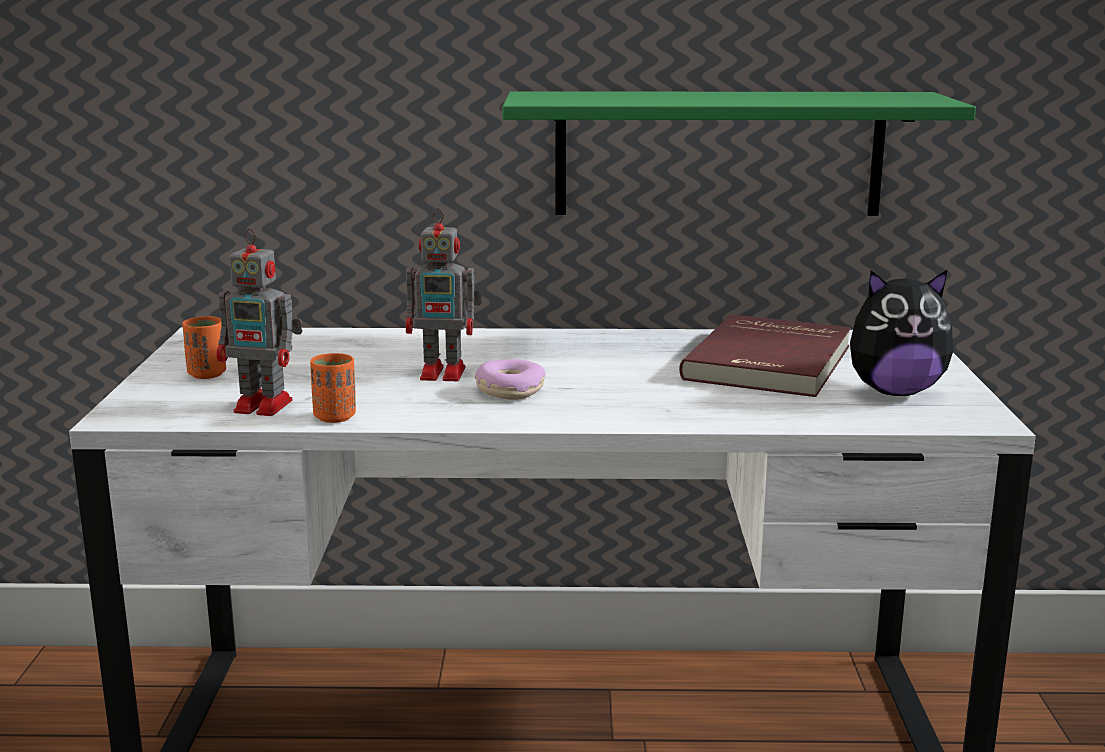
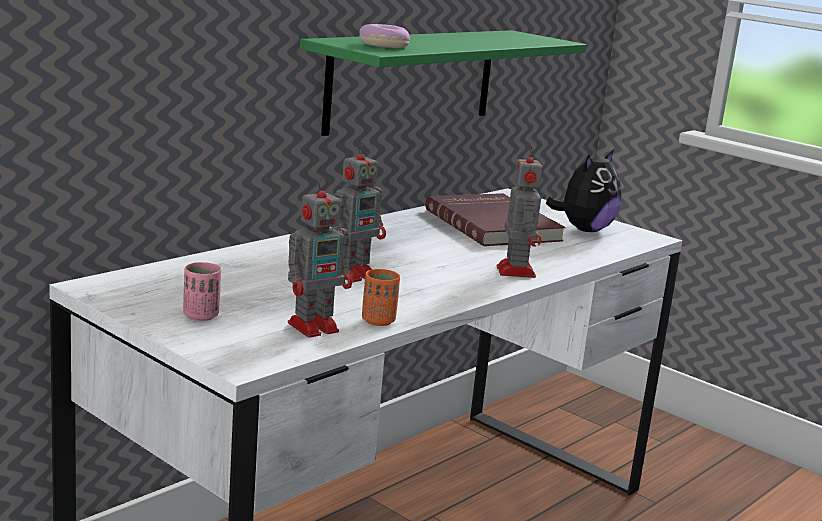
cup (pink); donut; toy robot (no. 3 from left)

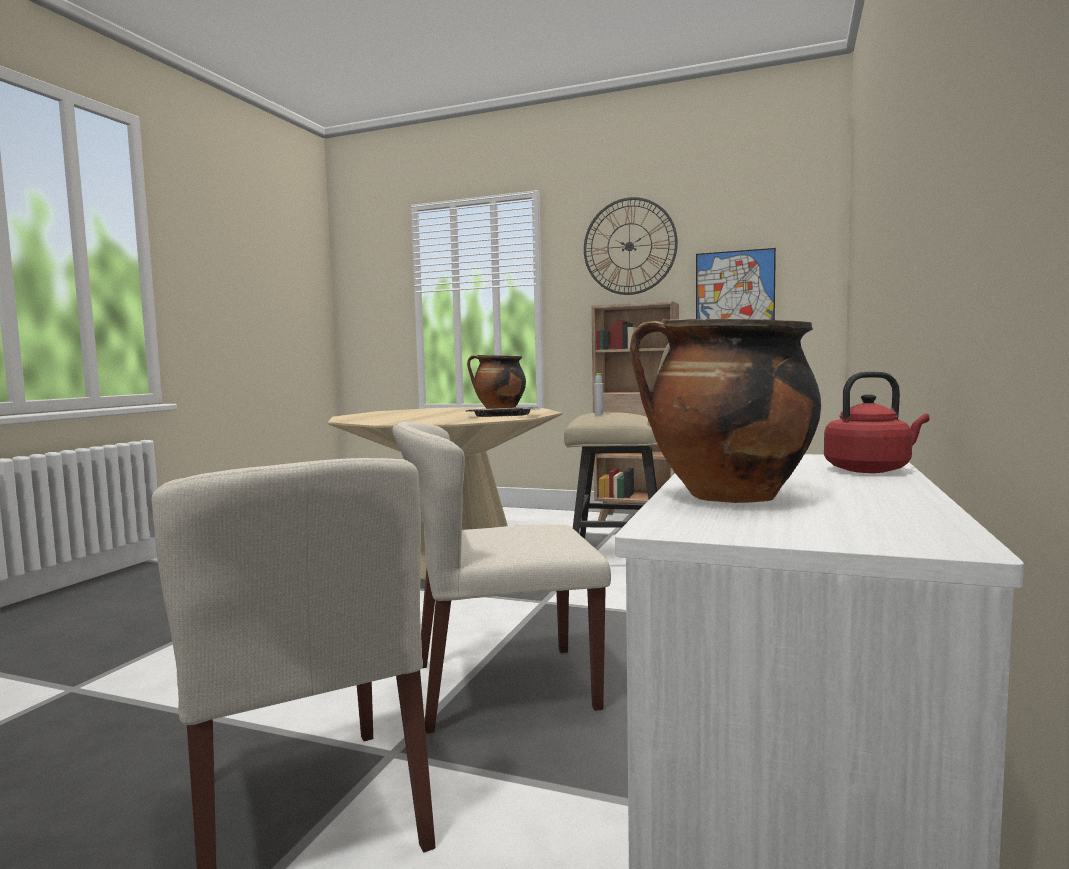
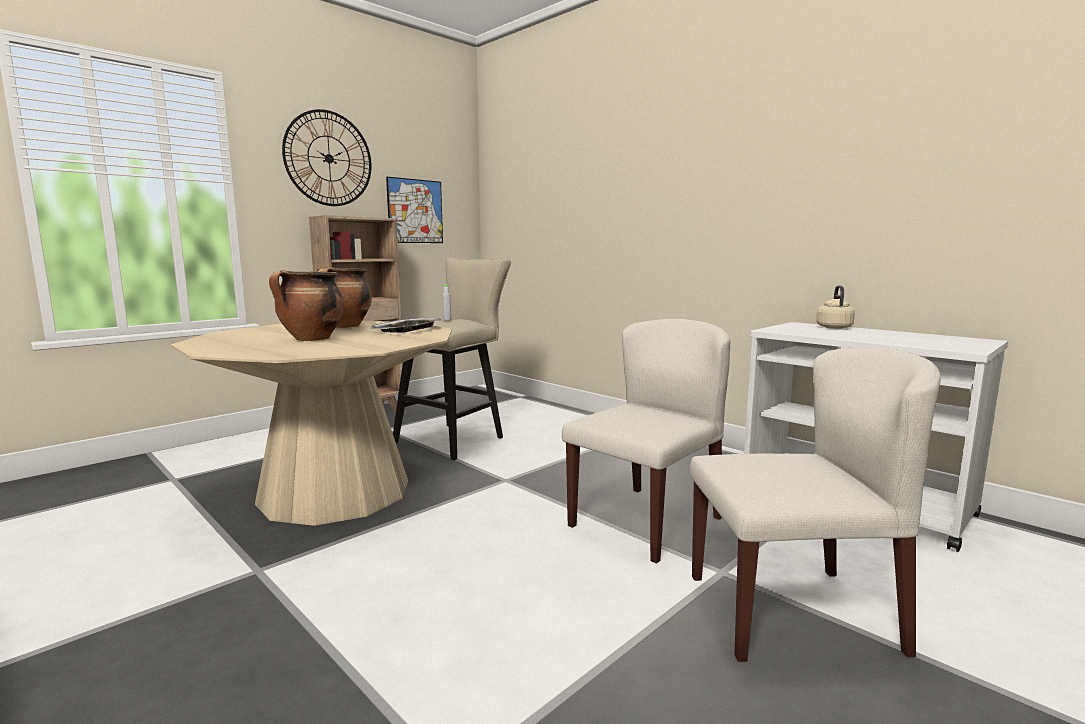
chair (beige) (no. 1 from left); cooking pot (no. 1 from left); kettle (beige)

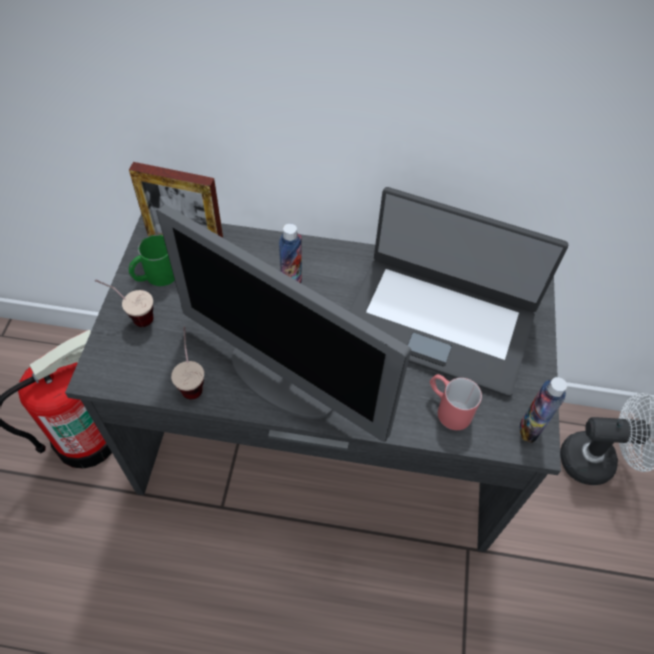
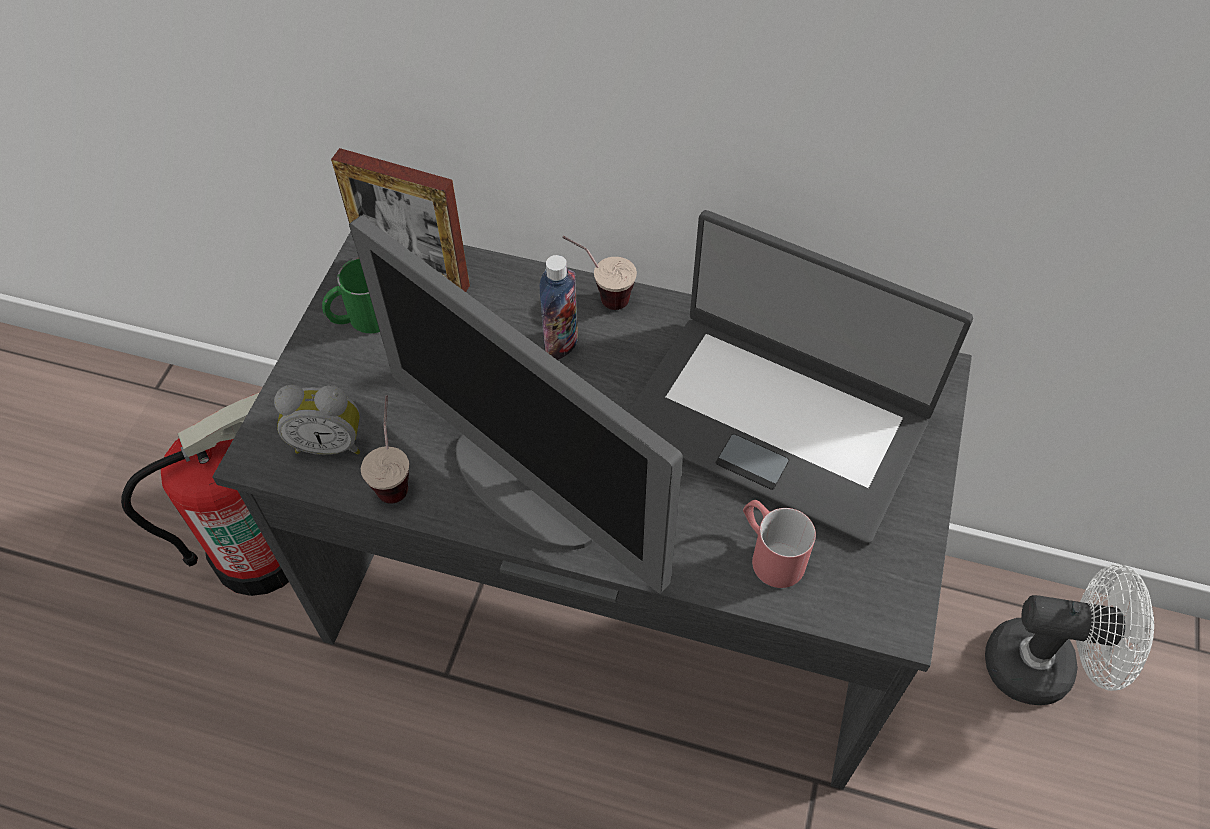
cup (no. 2 from left); bottle (no. 2 from left in the first image); alarm clock

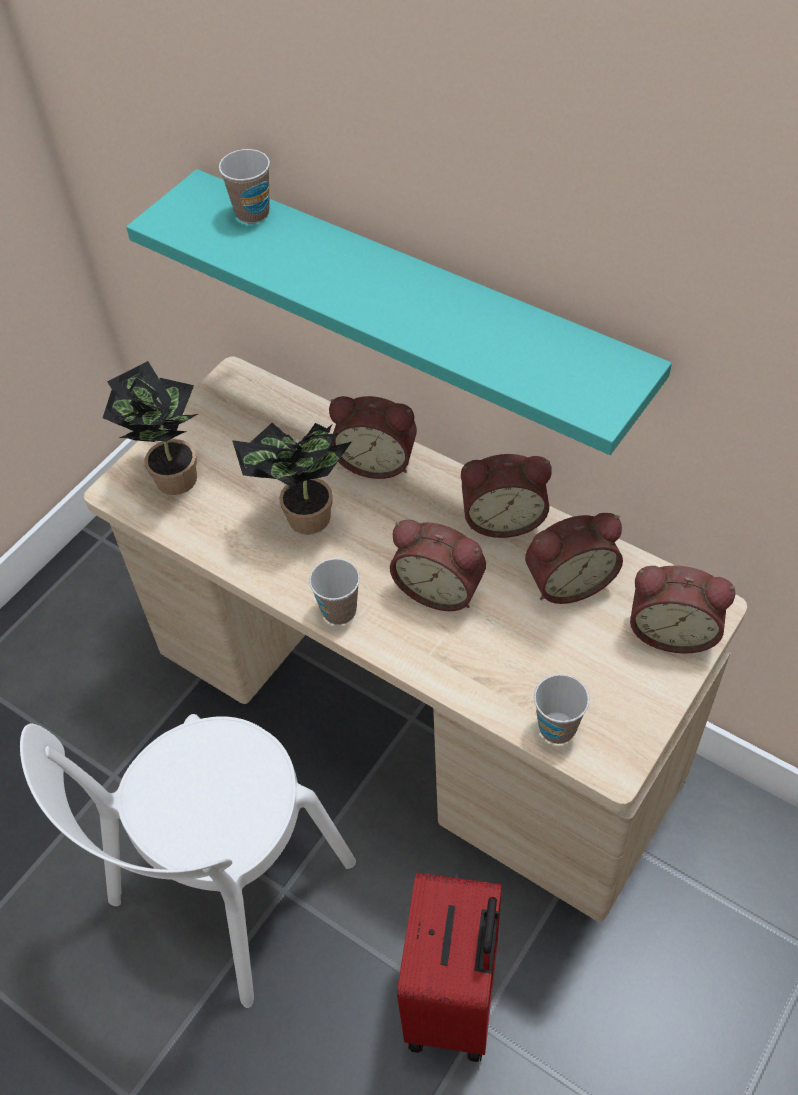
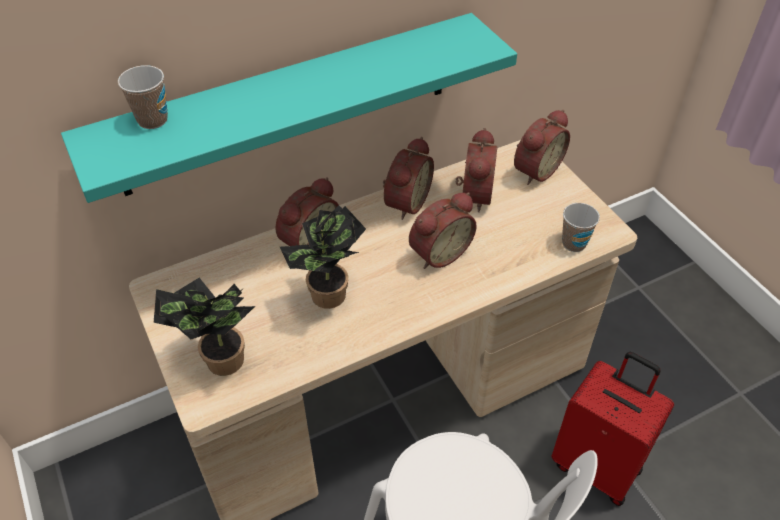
cup (no. 2 from left in the first image)

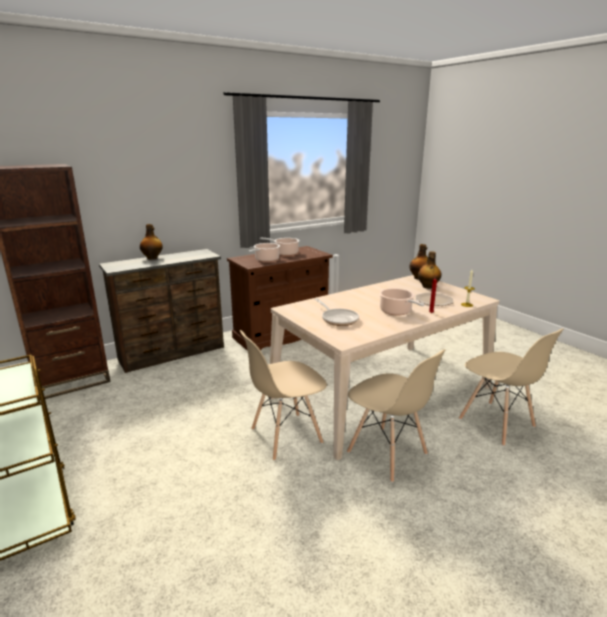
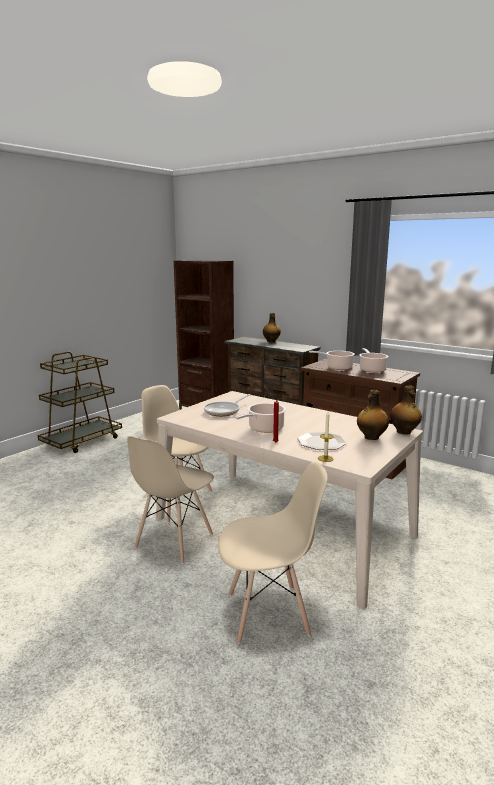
chair (beige) (no. 3 from left)

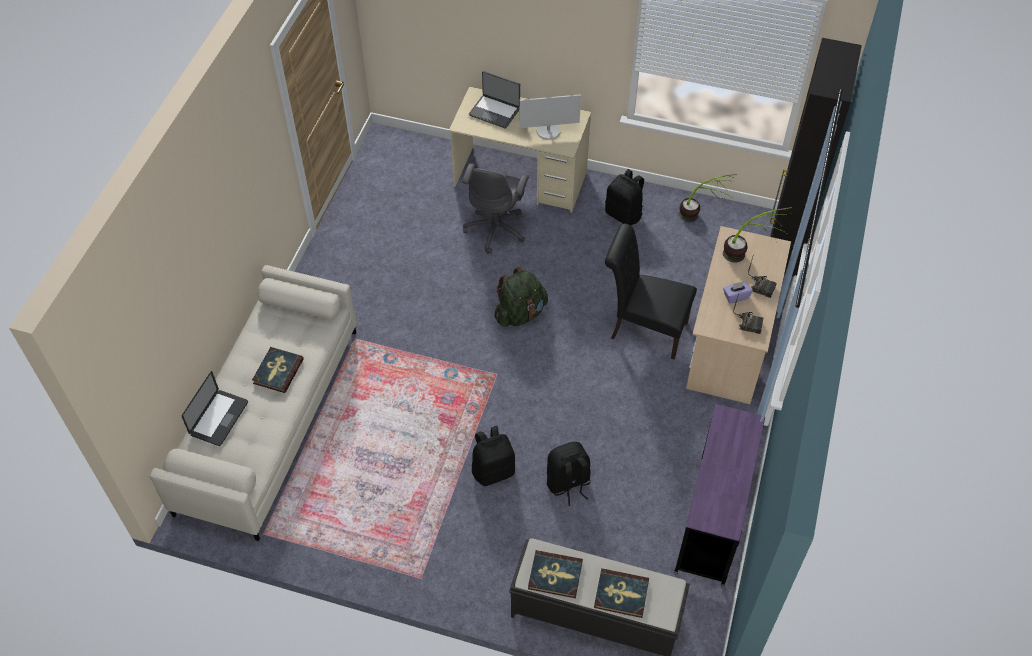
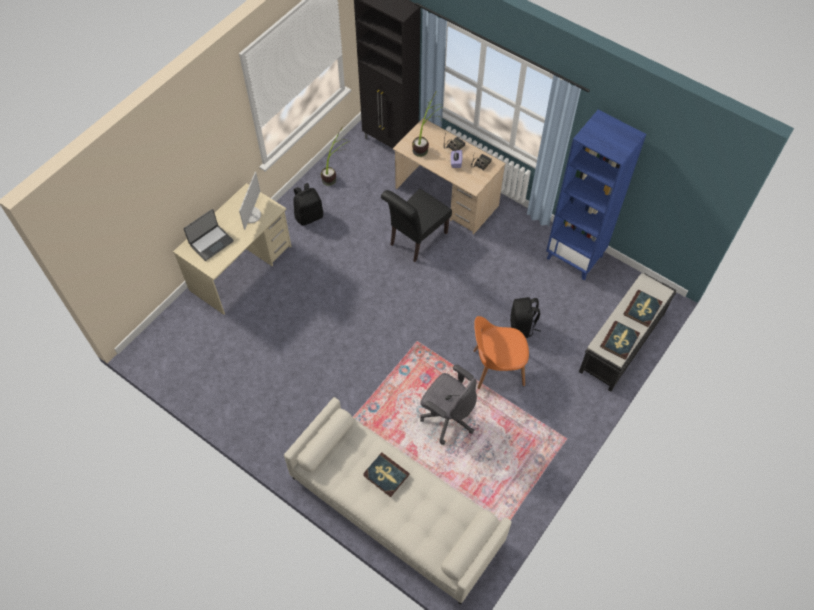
laptop (no. 1 from left in the first image); office chair (grey); chair (orange); backpack (green); bookcase (blue)

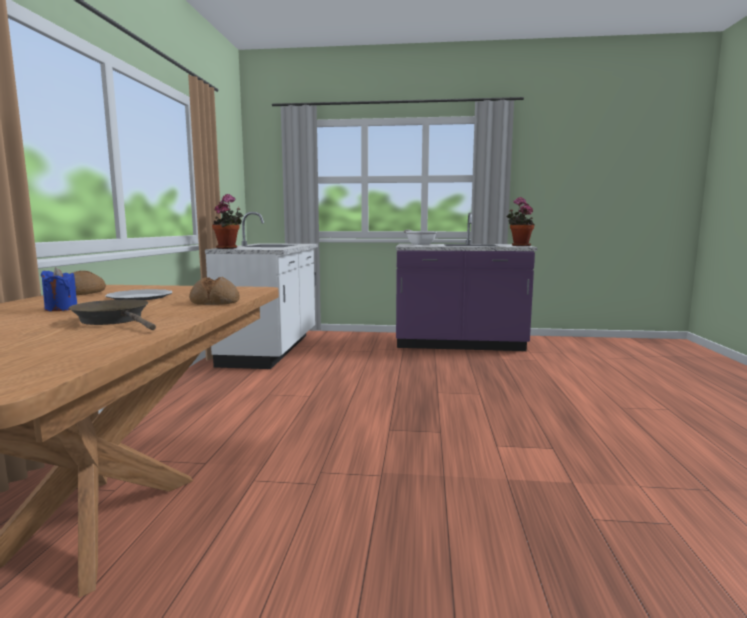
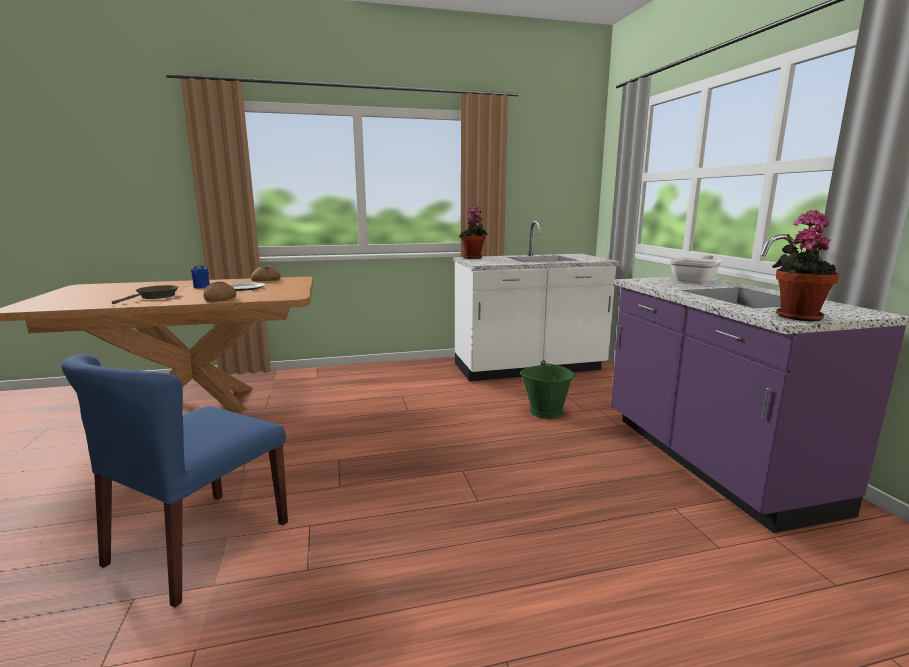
chair (blue); bucket (green)

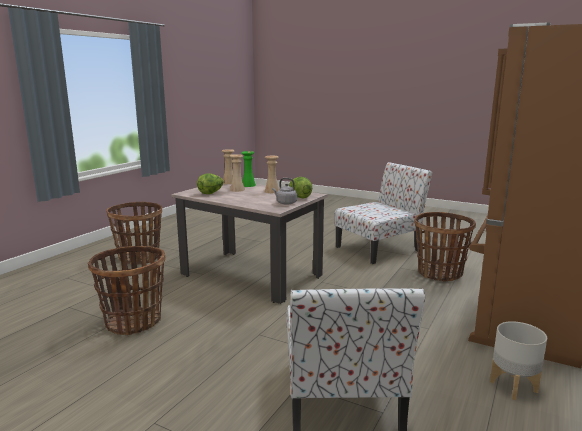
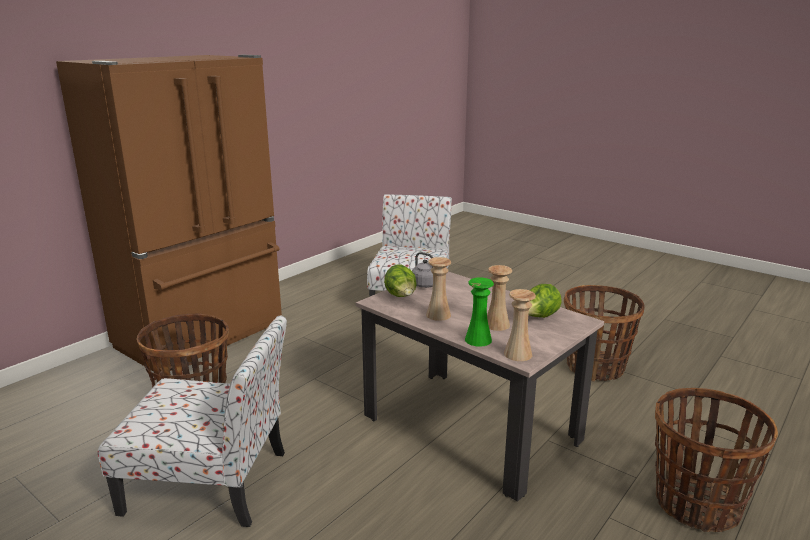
chair (no. 1 from left); planter (grey)

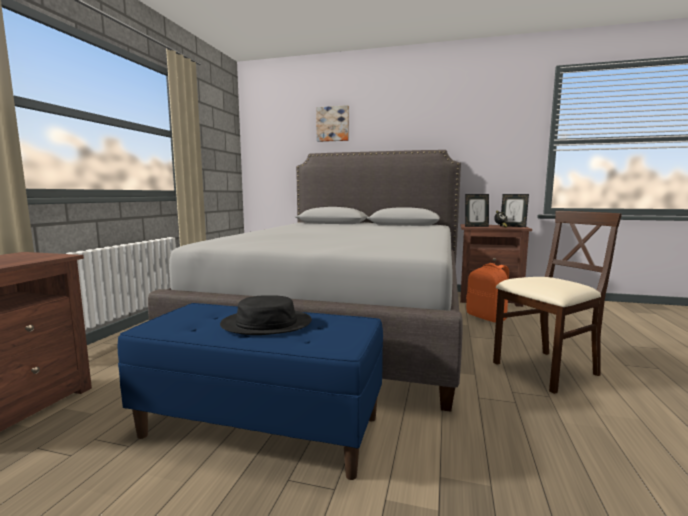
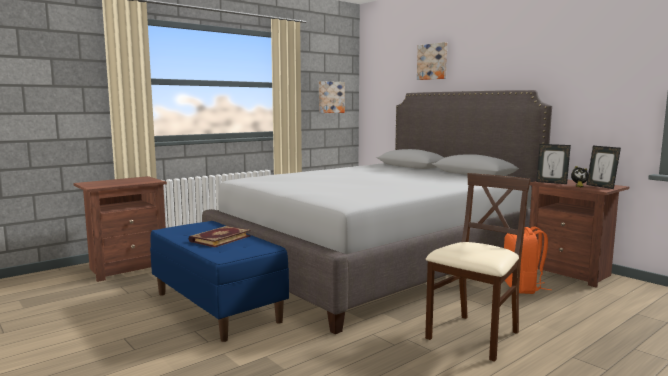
book; chair (beige); picture (no. 1 from left)

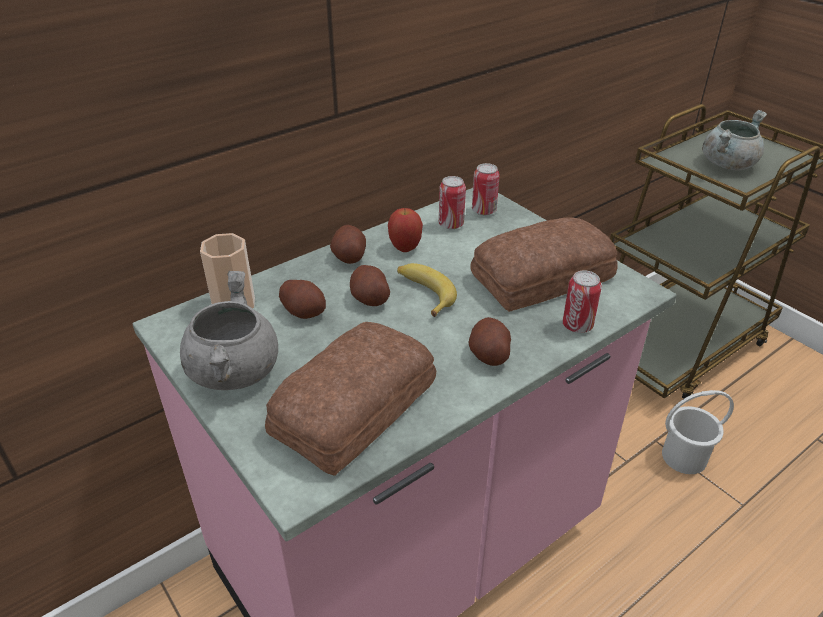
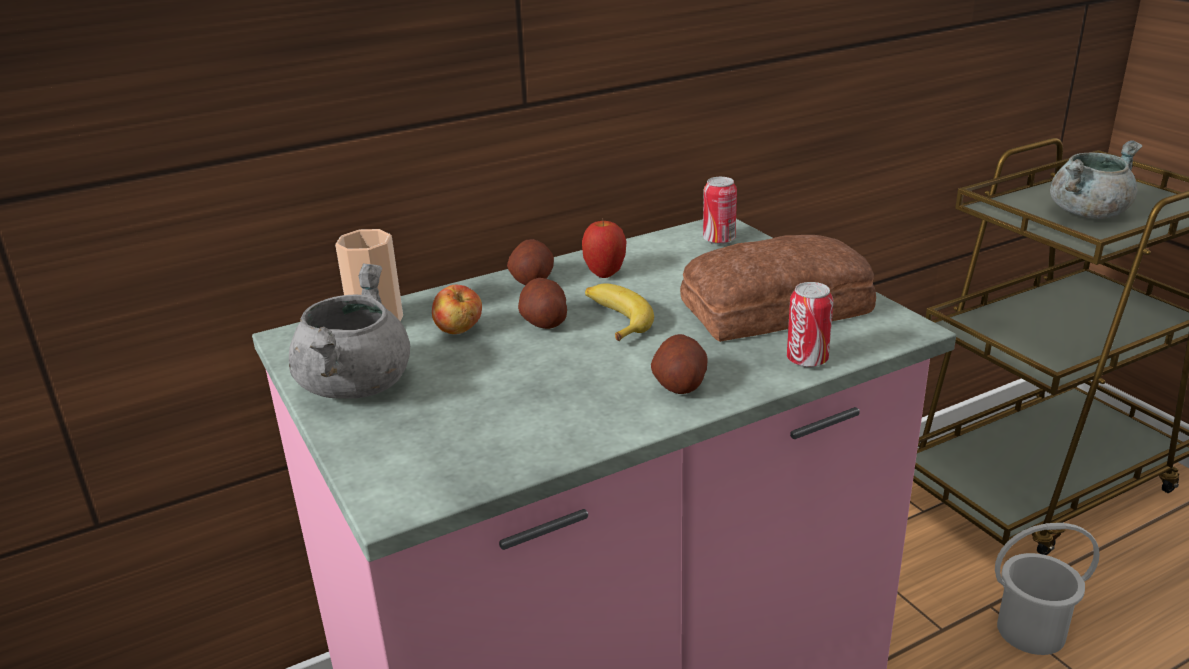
bread (no. 1 from left in the first image); apple (no. 1 from left); can (no. 1 from left in the first image)

